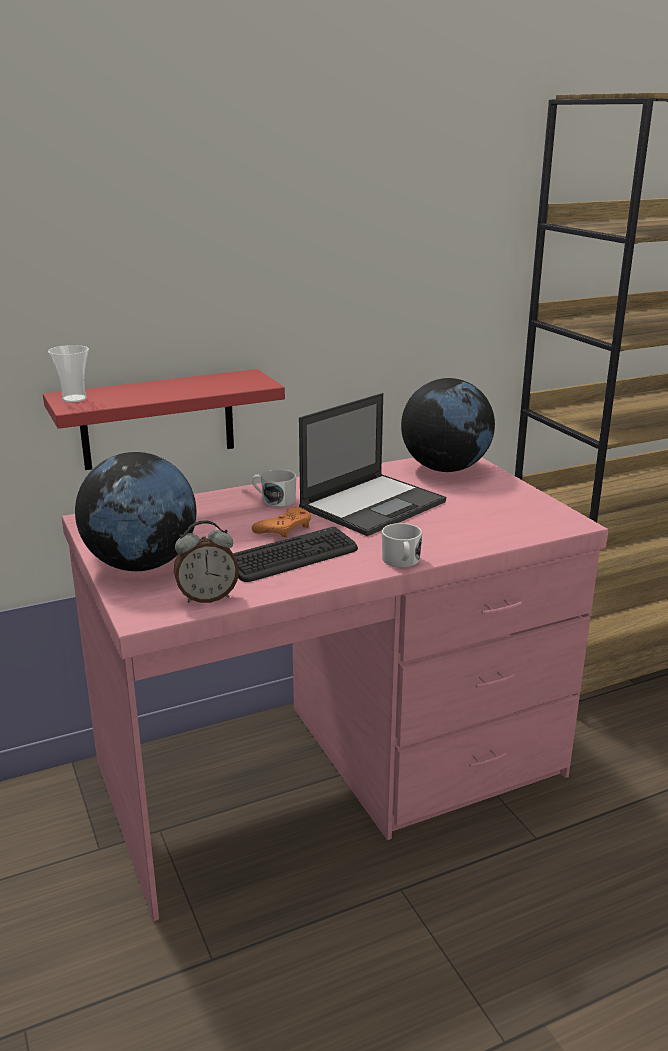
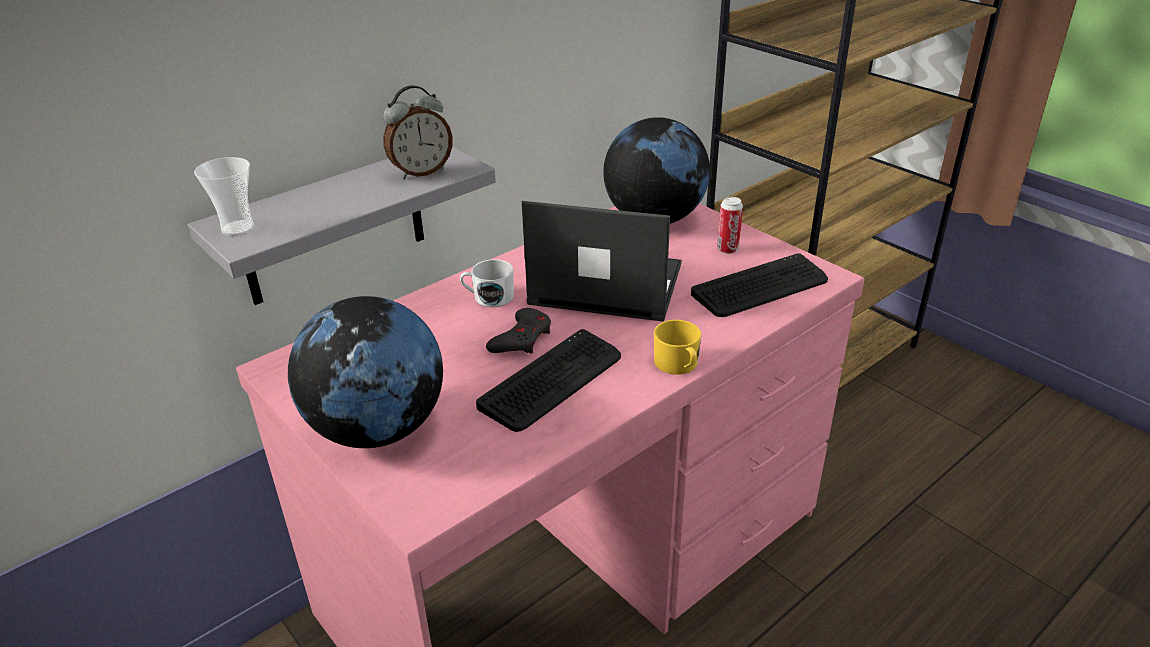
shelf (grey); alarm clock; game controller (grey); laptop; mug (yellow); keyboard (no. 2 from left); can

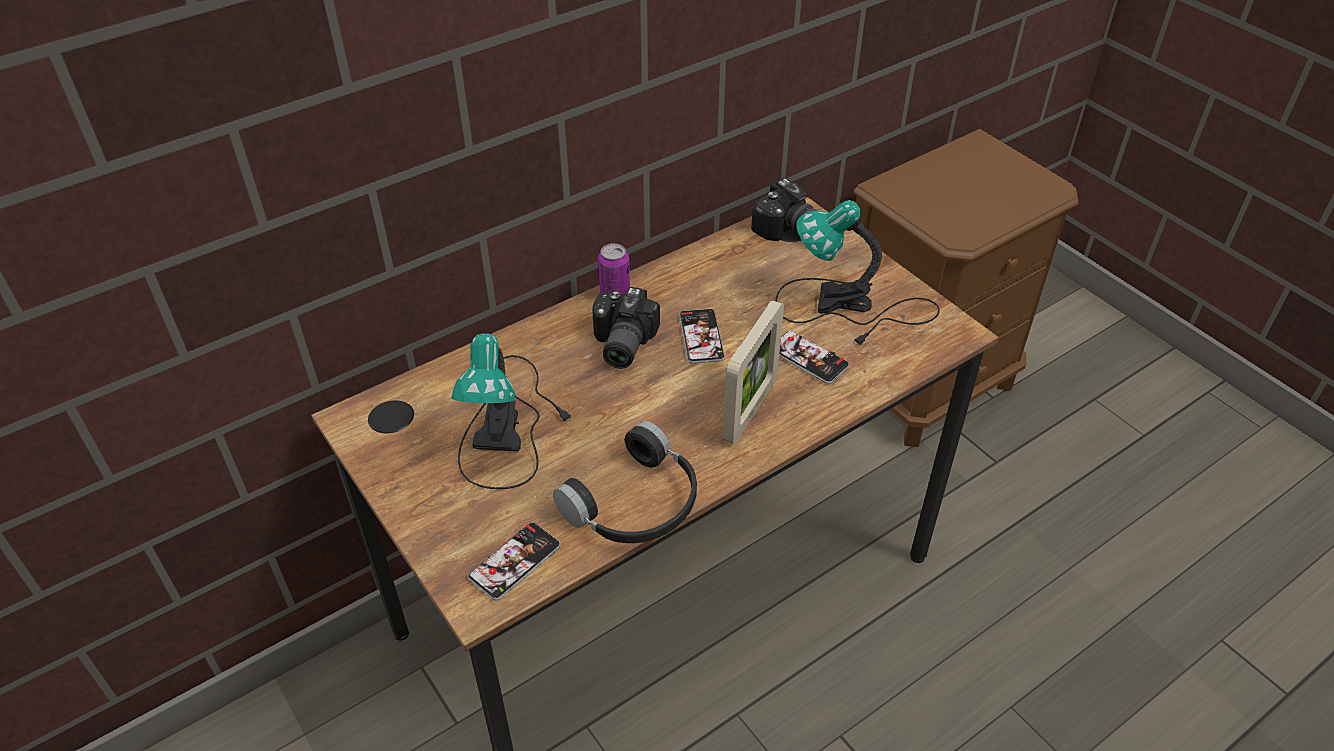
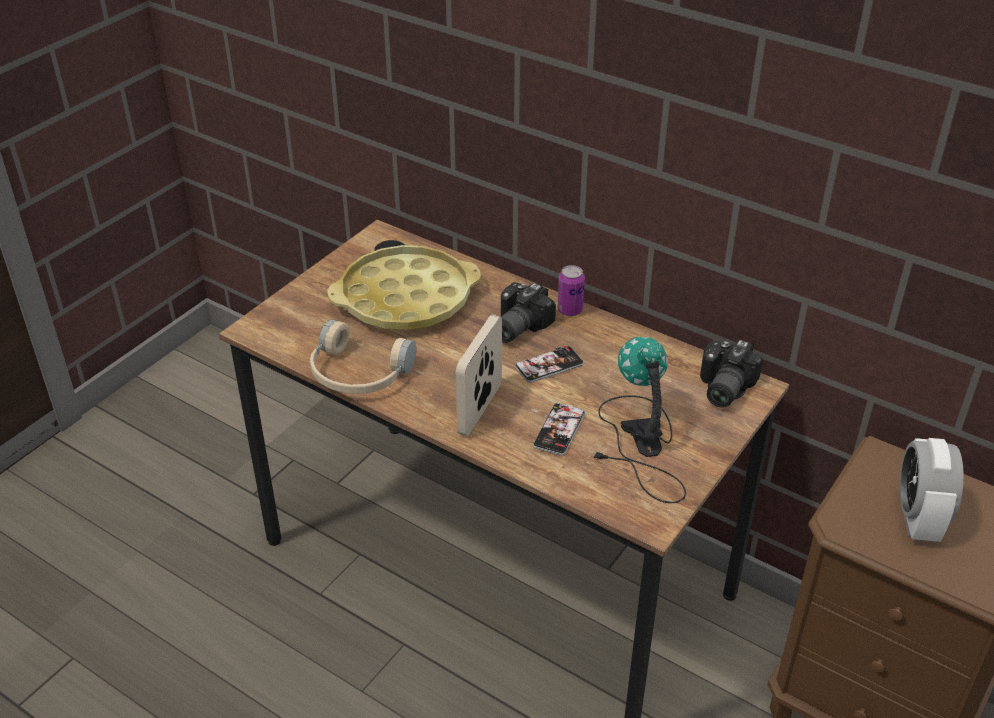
tray (yellow); phone (no. 1 from left in the first image); headphones (beige); photo camera (no. 1 from left); picture frame; alarm clock

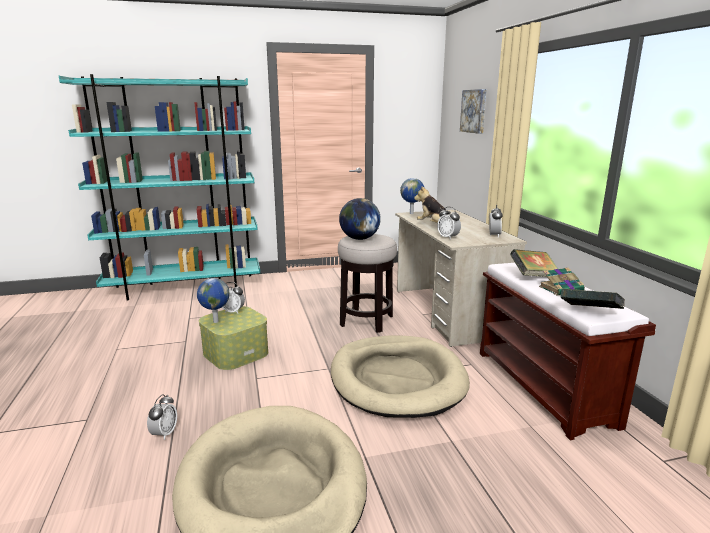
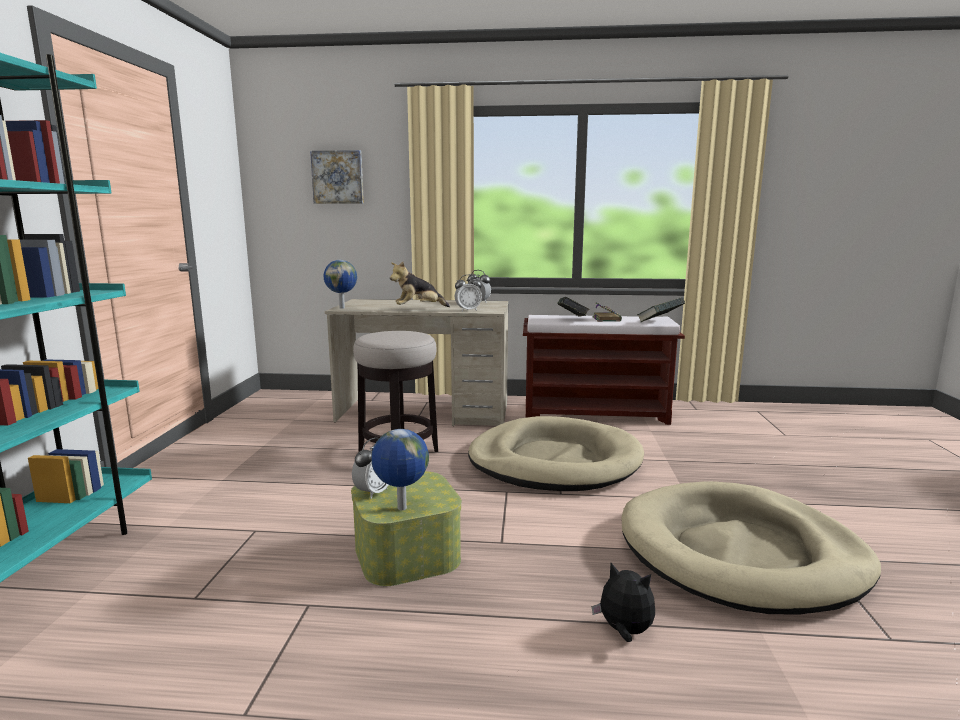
plush toy (no. 2 from left); globe (no. 2 from left in the first image)

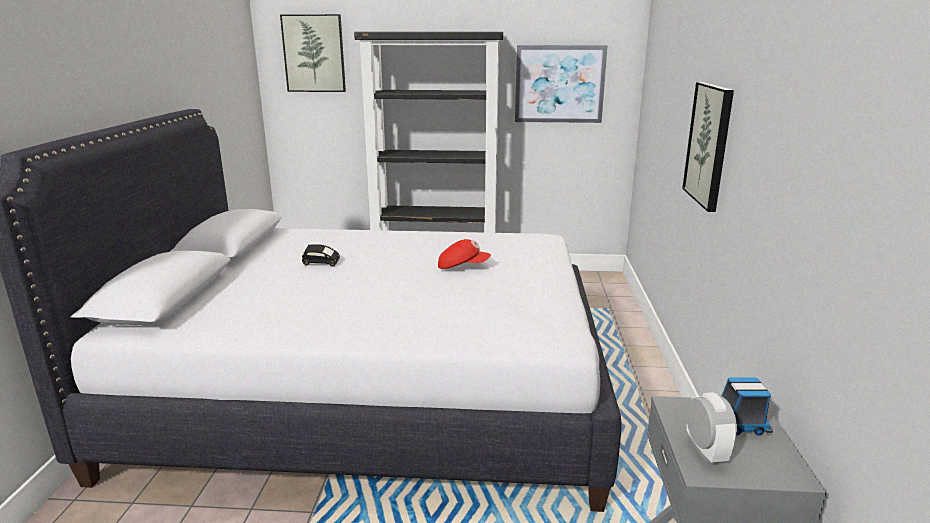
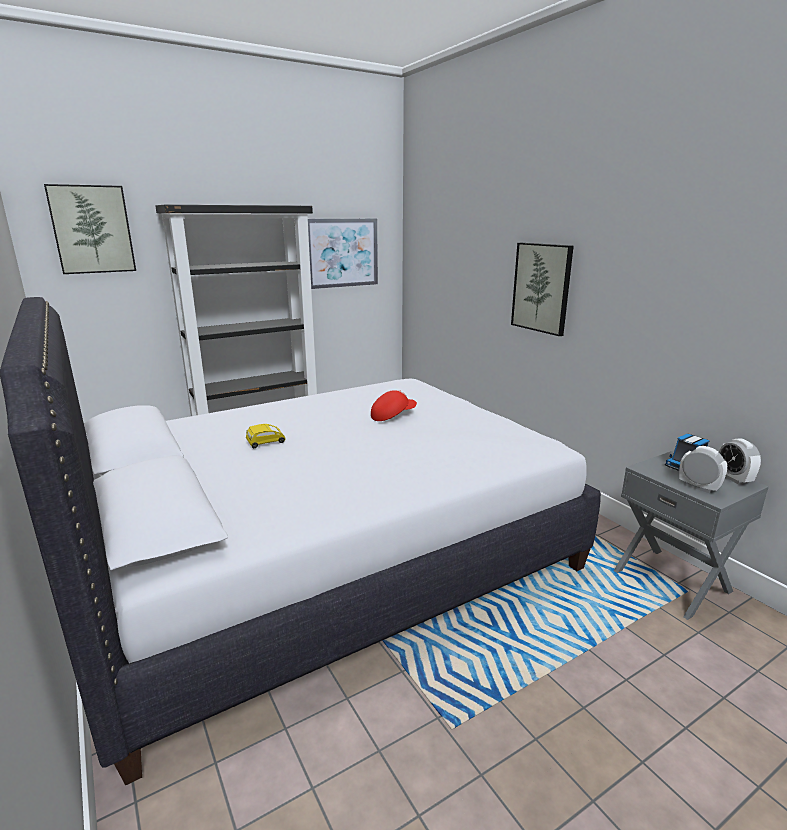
toy car (yellow); alarm clock (no. 2 from left)

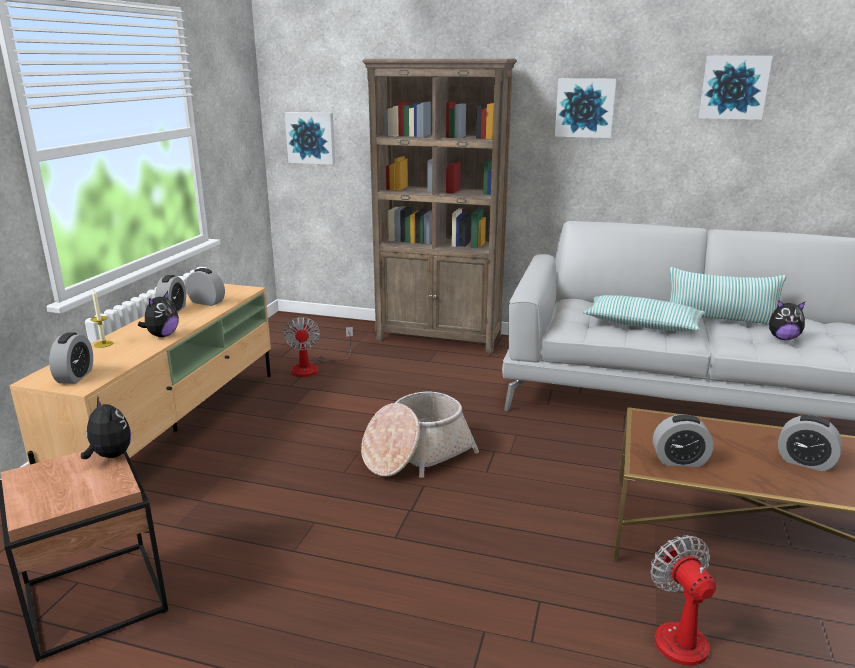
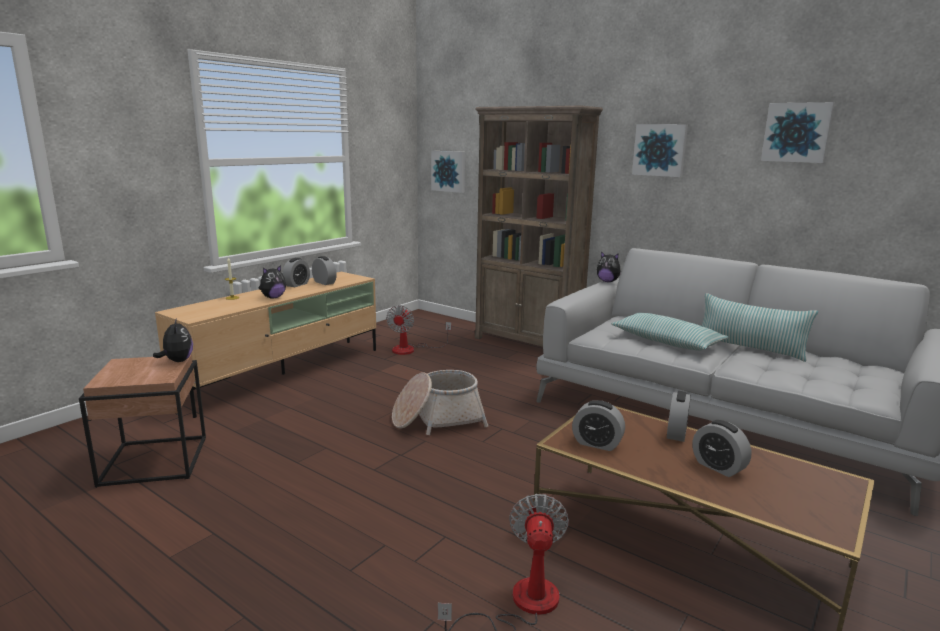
alarm clock (no. 4 from left); plush toy (no. 3 from left)

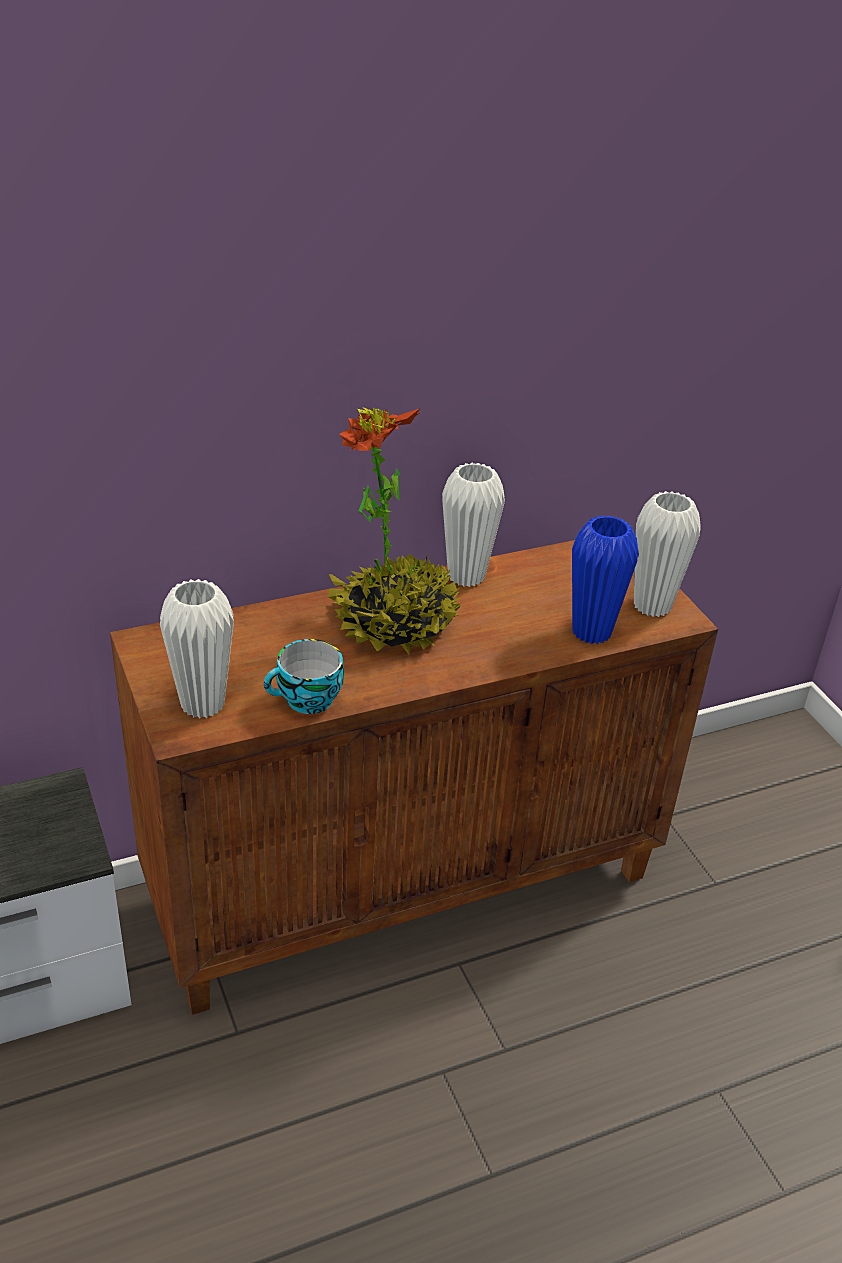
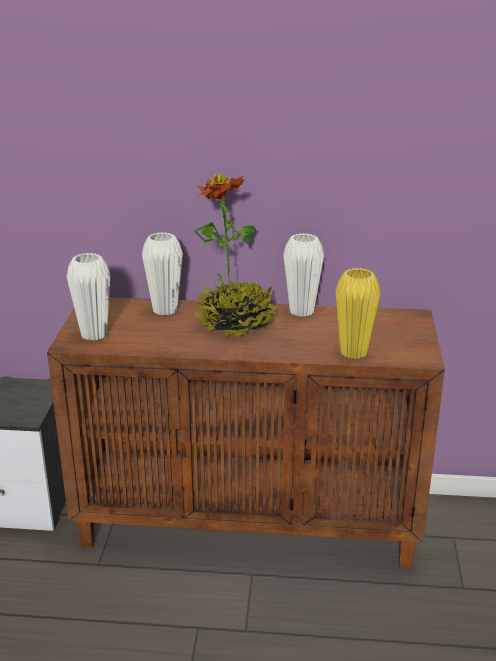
cup; vase (yellow); vase (white) (no. 2 from left)

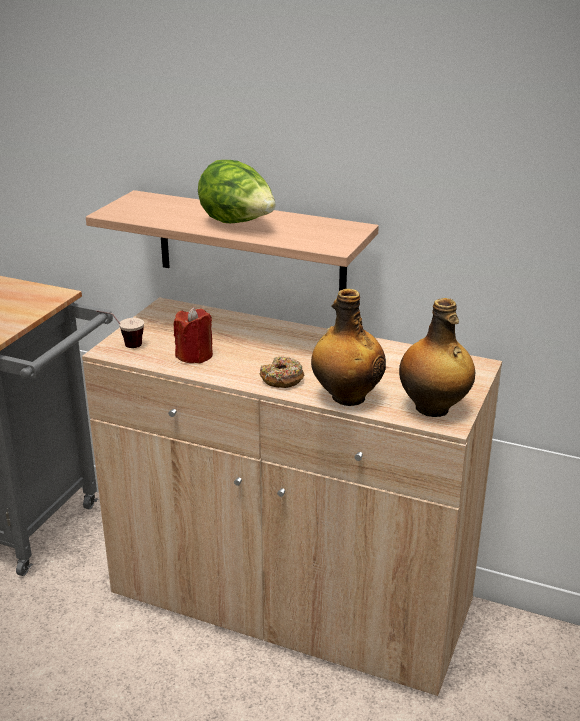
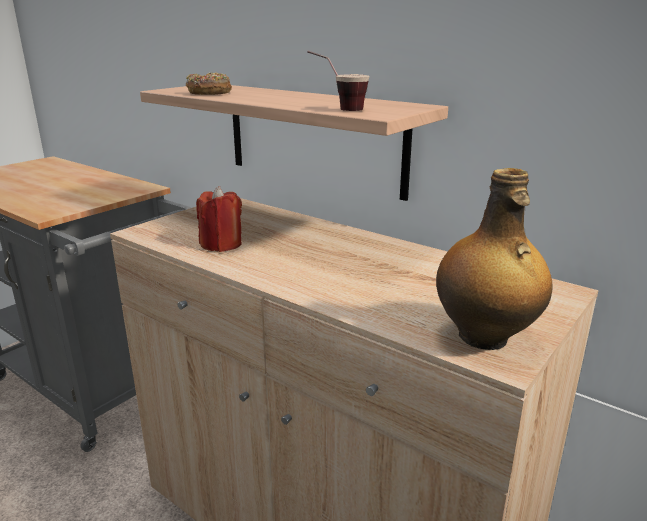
cup; lettuce; donut; bottle (no. 1 from left in the first image)

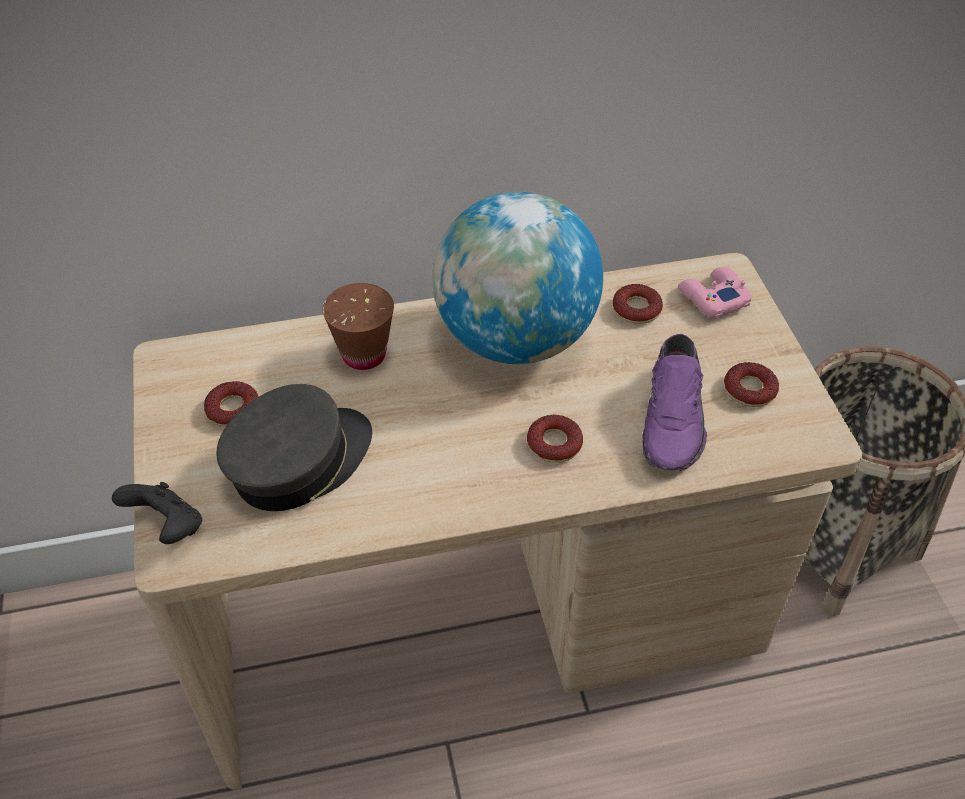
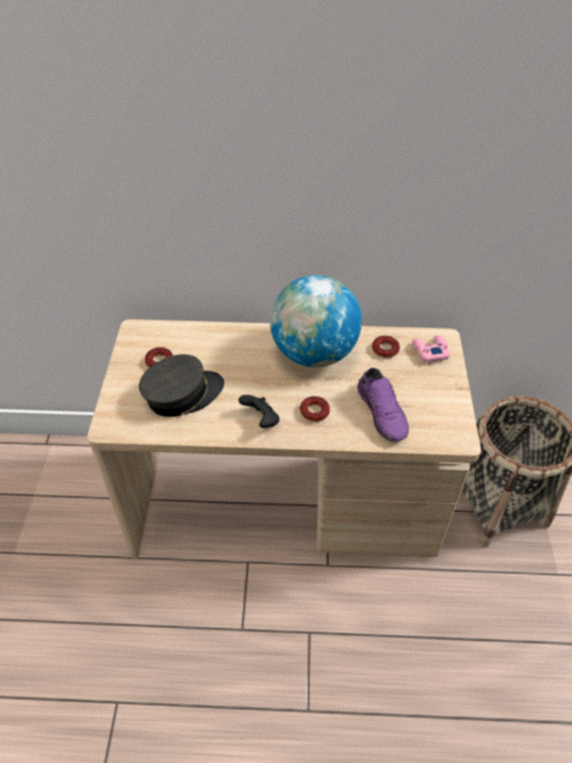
game controller (black); cup (brown); shoe (purple); donut (no. 4 from left in the first image)

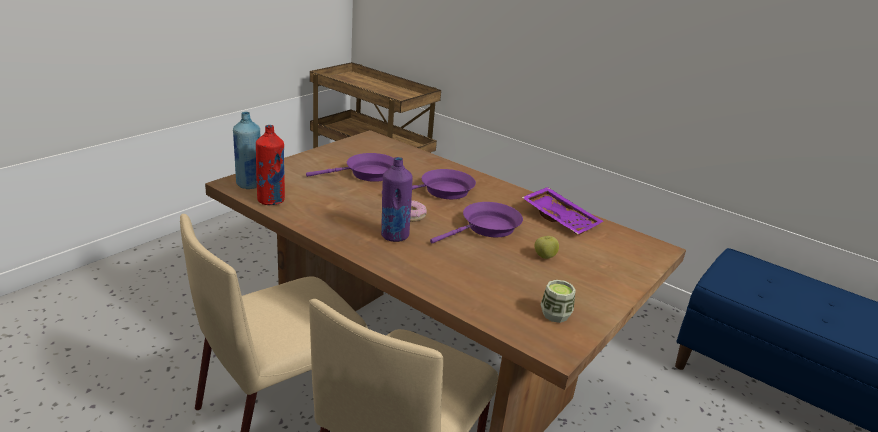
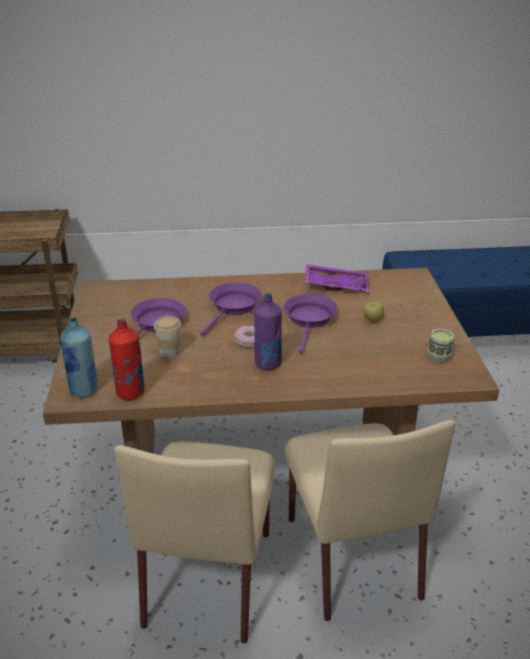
cup (no. 1 from left)

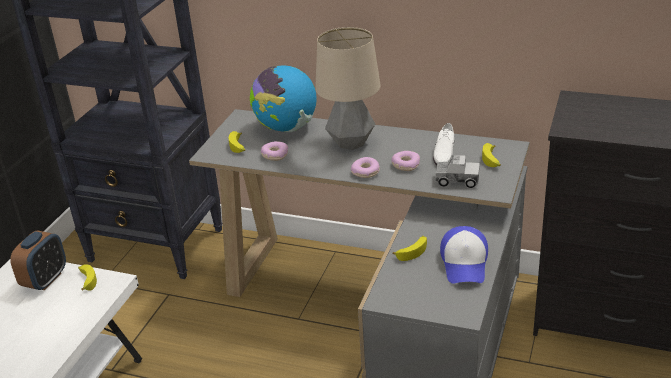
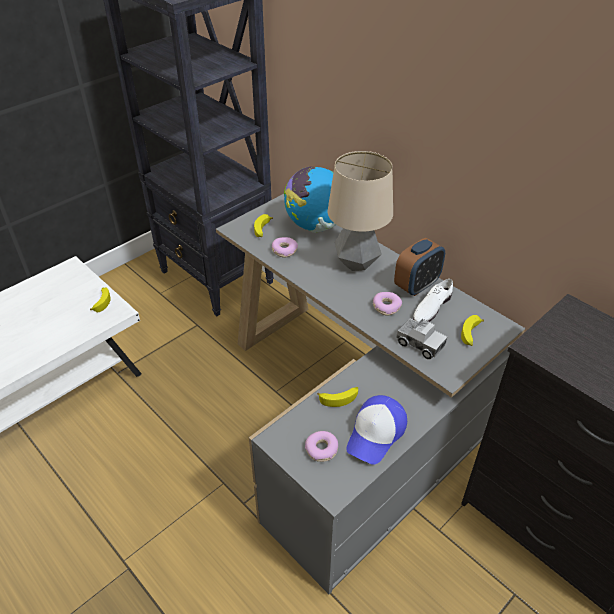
alarm clock; donut (no. 2 from left)

